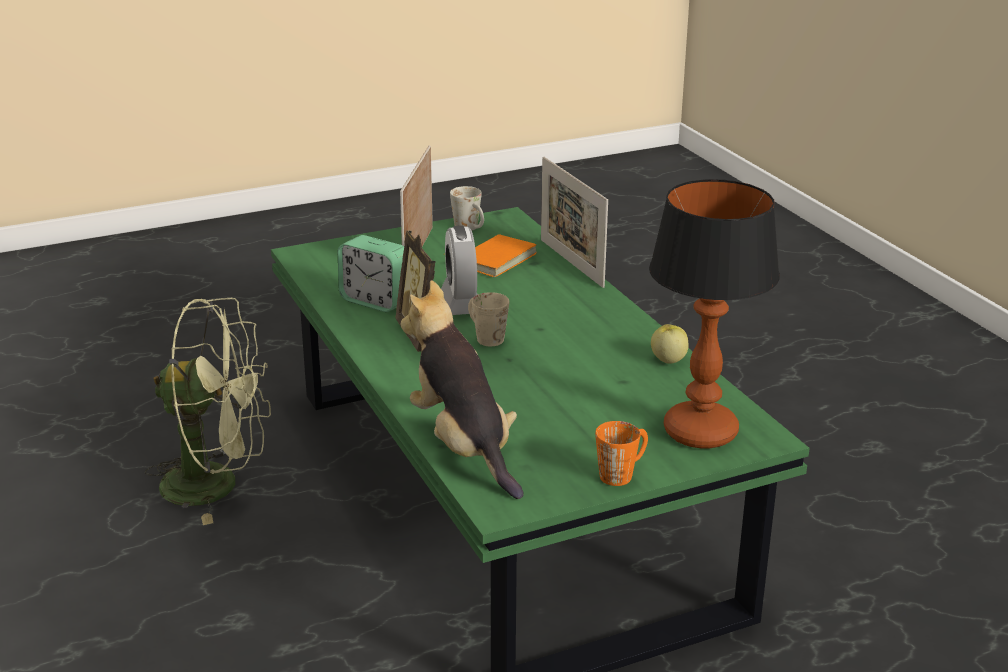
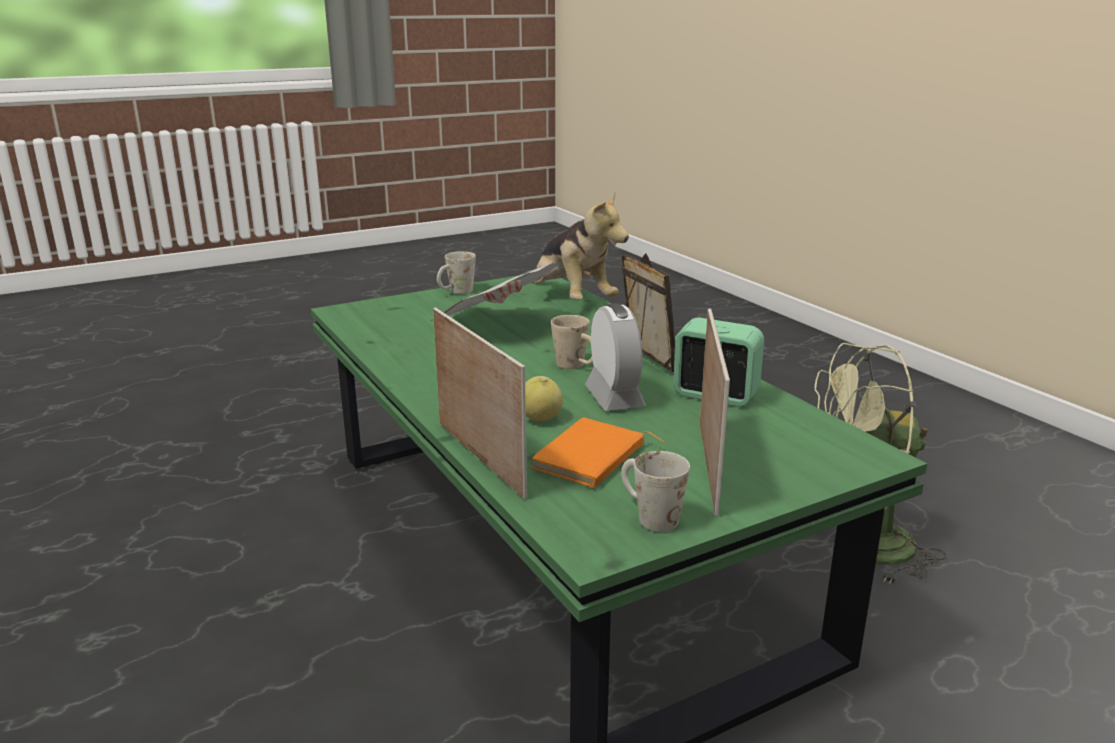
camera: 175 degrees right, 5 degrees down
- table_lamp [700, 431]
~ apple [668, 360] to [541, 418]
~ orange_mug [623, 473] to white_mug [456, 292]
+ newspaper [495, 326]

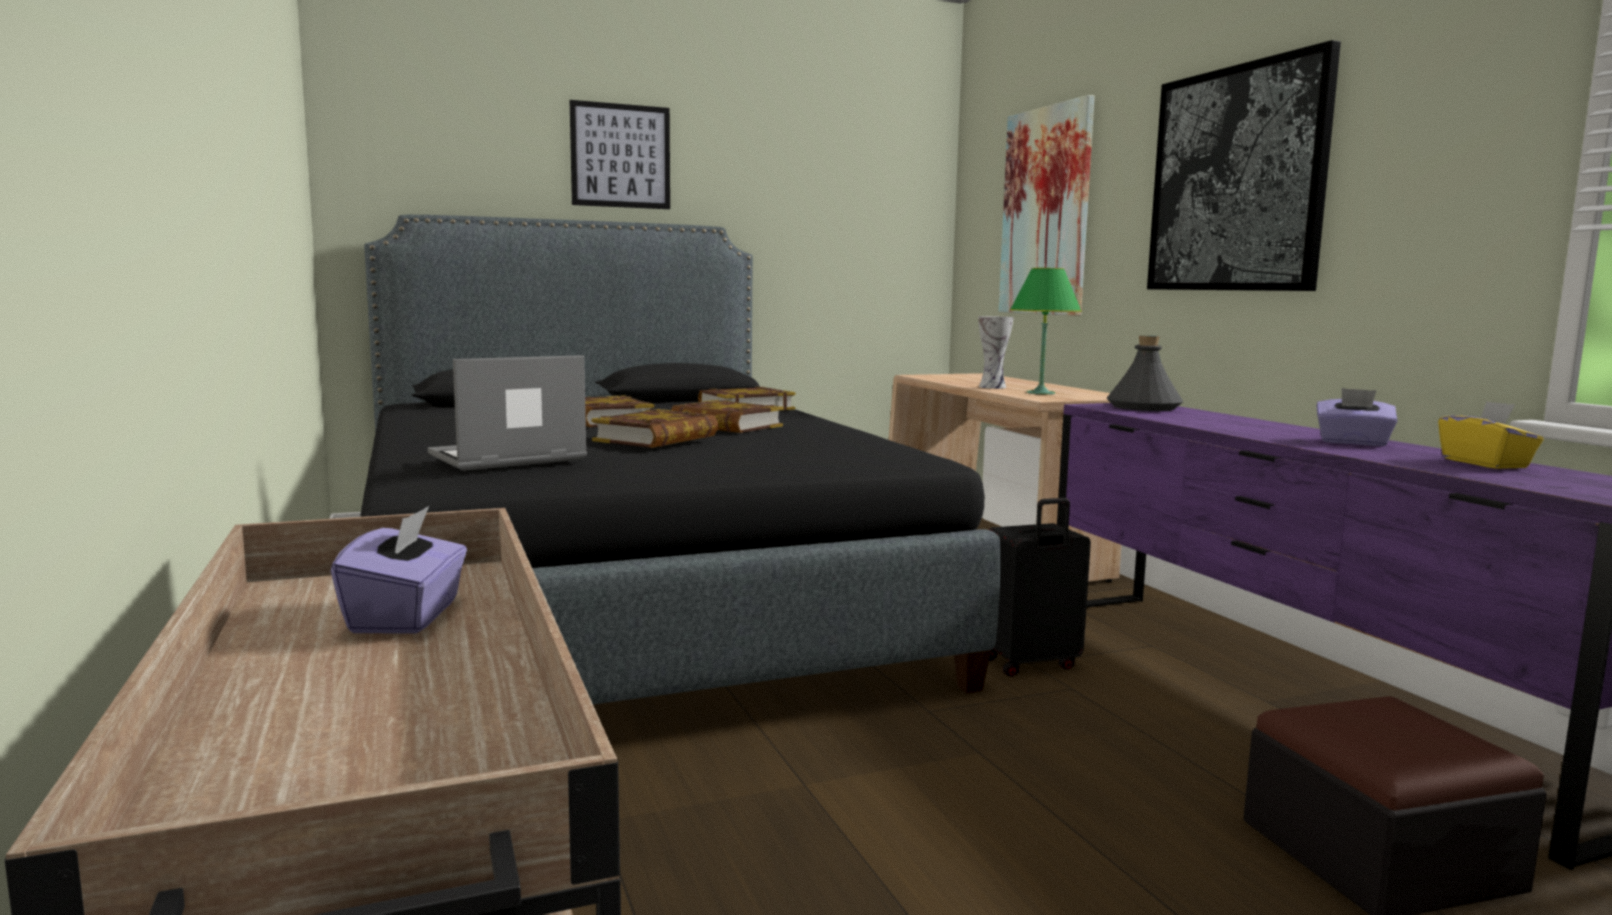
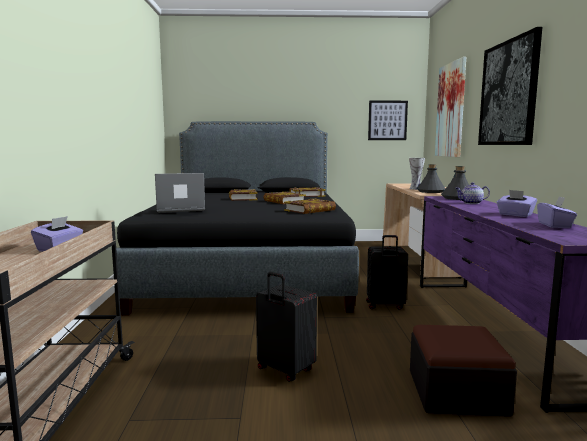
camera: 20 degrees right, 0 degrees up
~ picture [620, 156] to [387, 120]
~ green_table_lamp [1040, 393] to grey_bottle [431, 191]
~ yellow_tissue_box [1485, 463] to purple_tissue_box [555, 225]
~ book [657, 438] to [310, 210]
+ teapot [471, 203]
+ black_suitcase [284, 370]

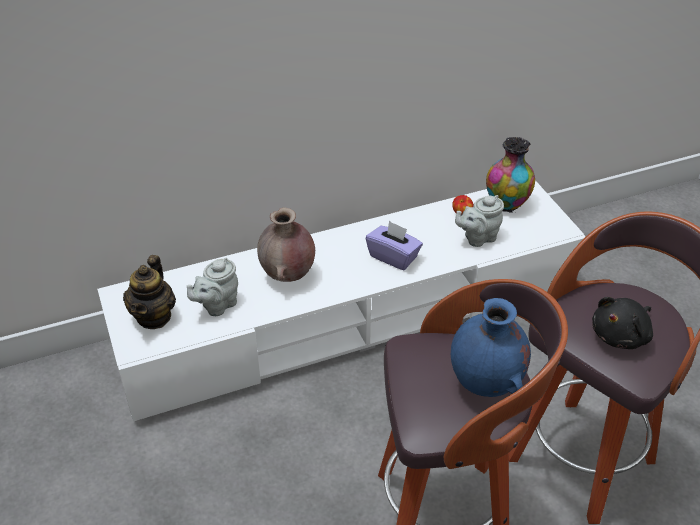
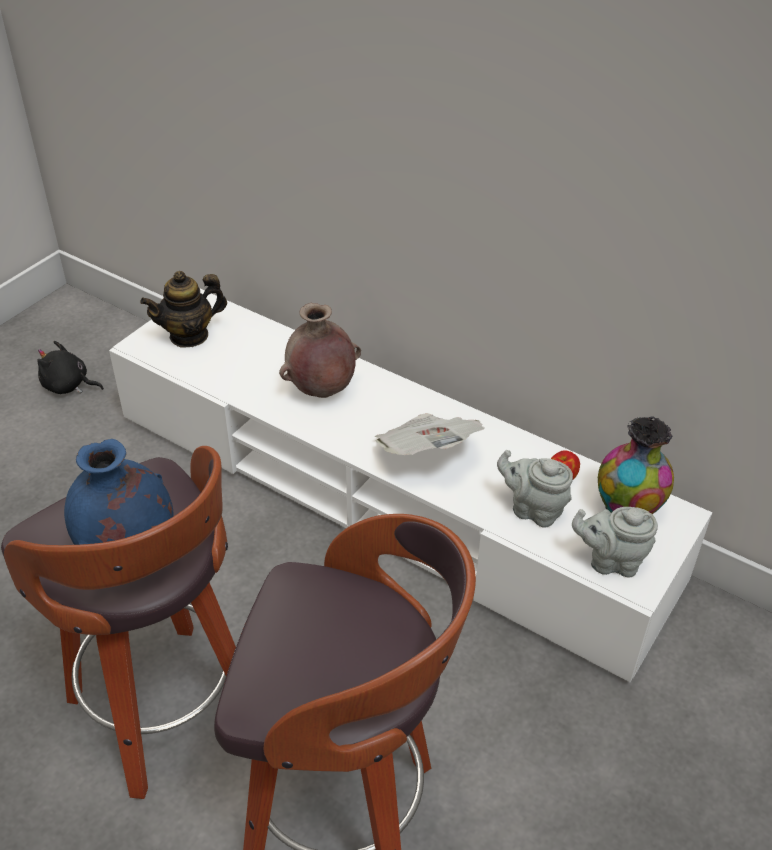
camera: 55 degrees right, 0 degrees up
~ purple_tissue_box [393, 257] to newspaper [427, 453]
~ grey_teapot [217, 305] to [610, 561]
~ black_plush_toy [621, 335] to [68, 386]

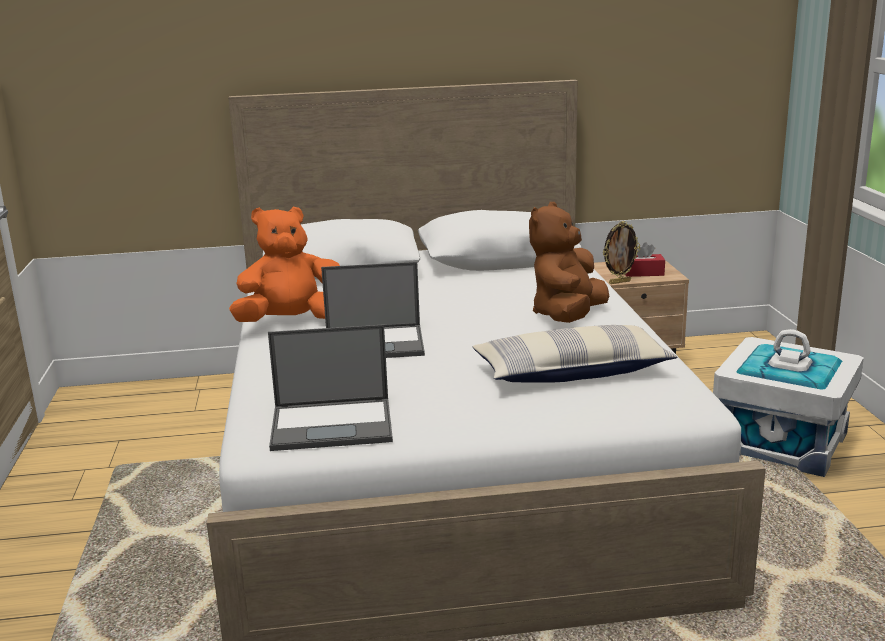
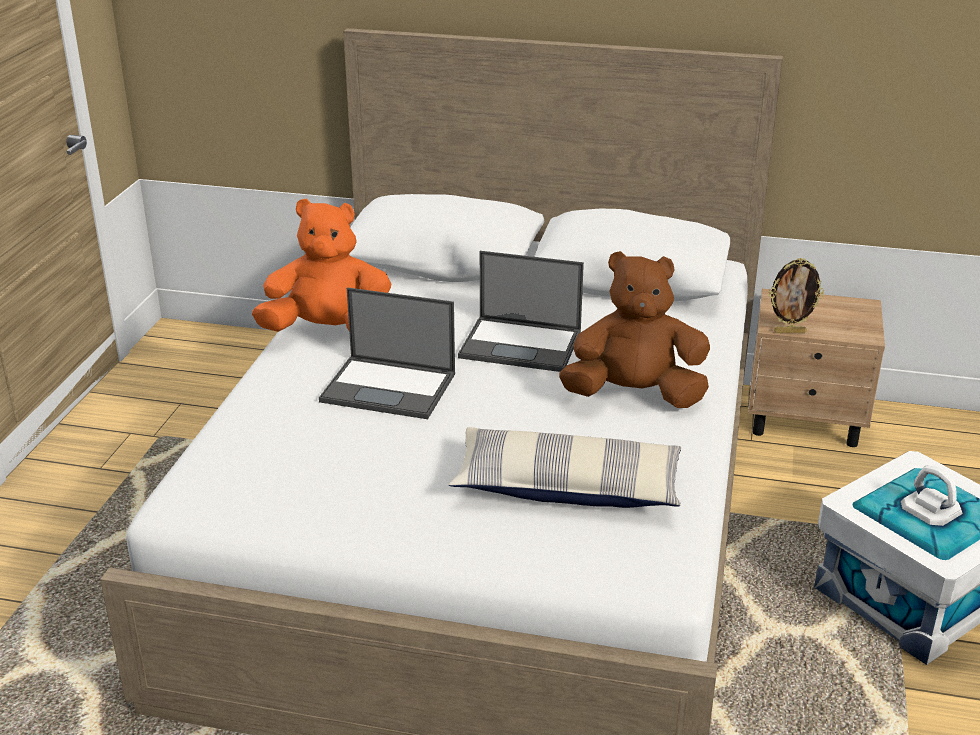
camera: 20 degrees right, 10 degrees up
~ brown_plush_toy [568, 316] = [634, 396] 45 degrees clockwise
- red_tissue_box [643, 273]
~ laptop [333, 424] to [522, 344]

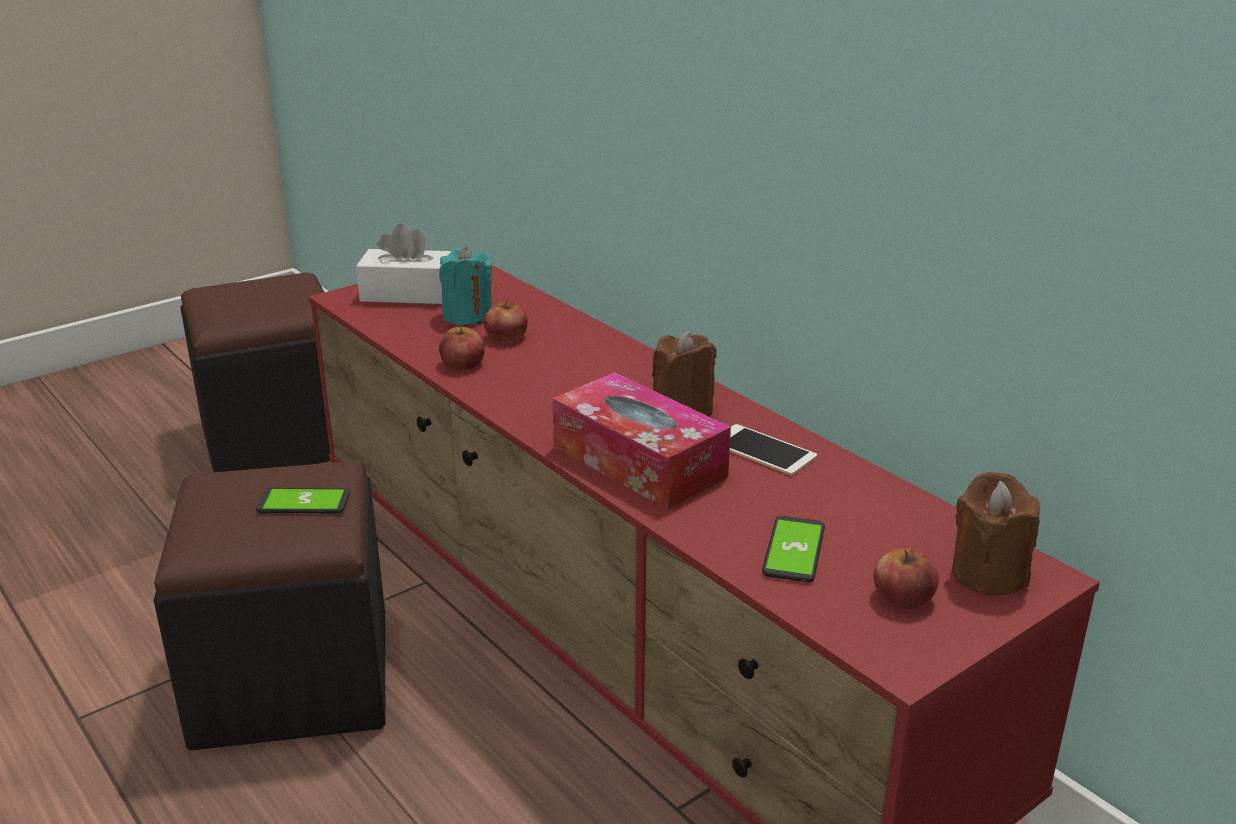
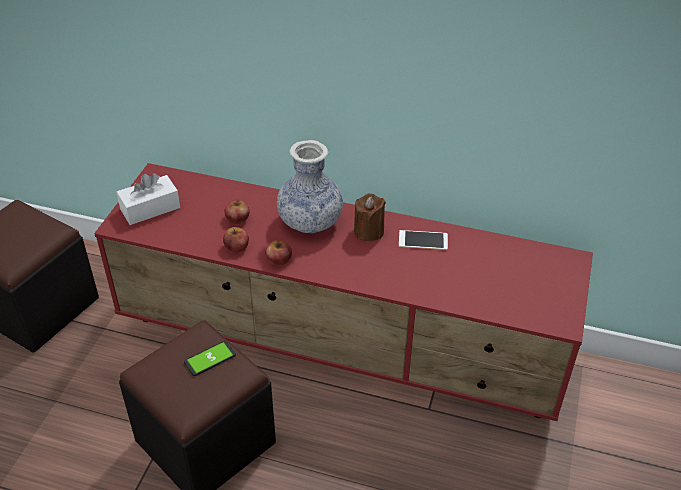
camera: 35 degrees left, 15 degrees up
- turquoise_candle [467, 316]
- tissue_box [639, 461]
- brown_candle [988, 574]
- phone [793, 550]
~ apple [903, 597] to [279, 259]
+ vase [310, 221]

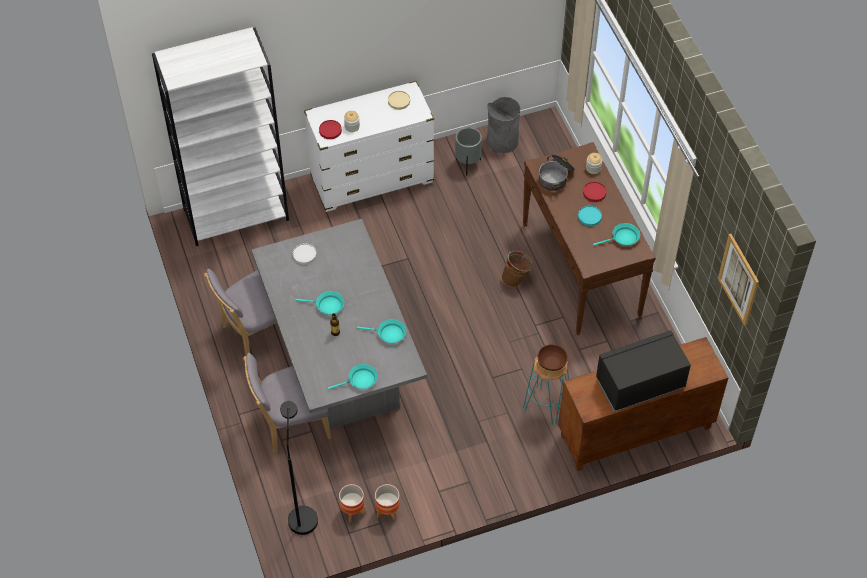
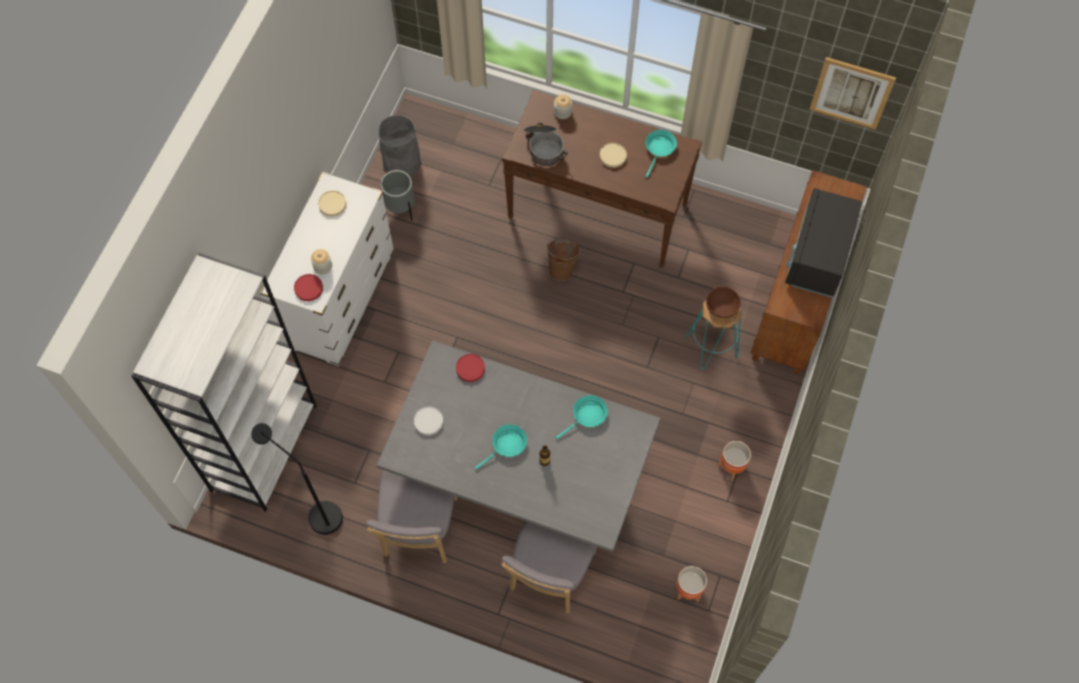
camera: 50 degrees left, 10 degrees up
~ red_plate [594, 193] to [470, 369]
~ turquoise_plate [589, 217] to beige_plate [612, 156]
- turquoise_frying_pan [360, 380]
~ black_floor_lamp [302, 513] to [317, 513]
~ planter [388, 511] to [732, 466]

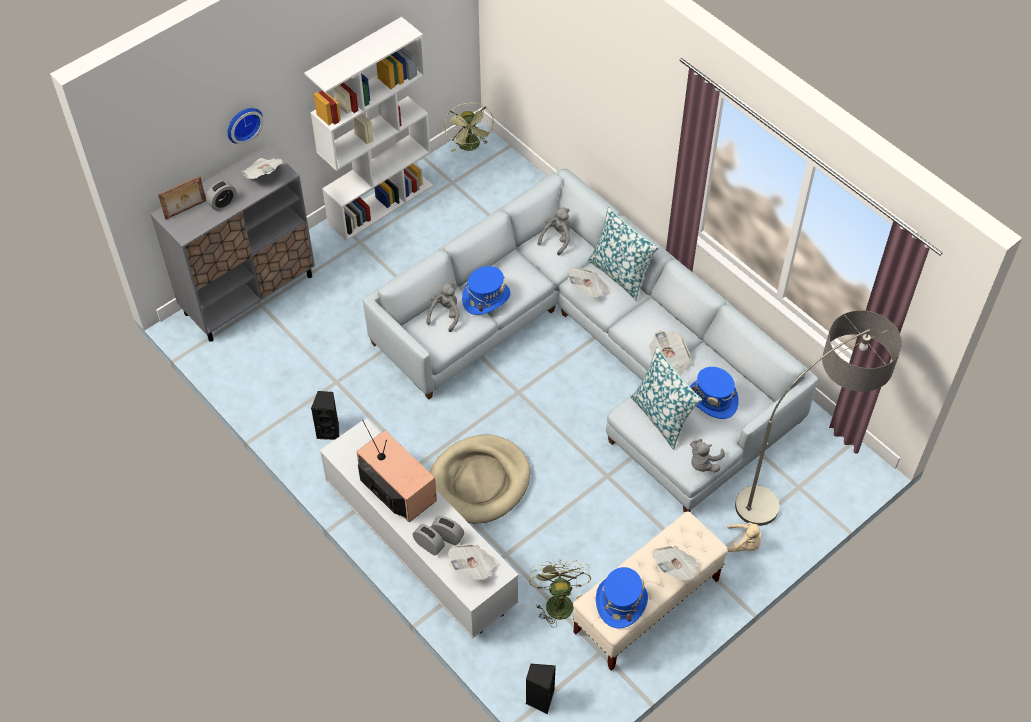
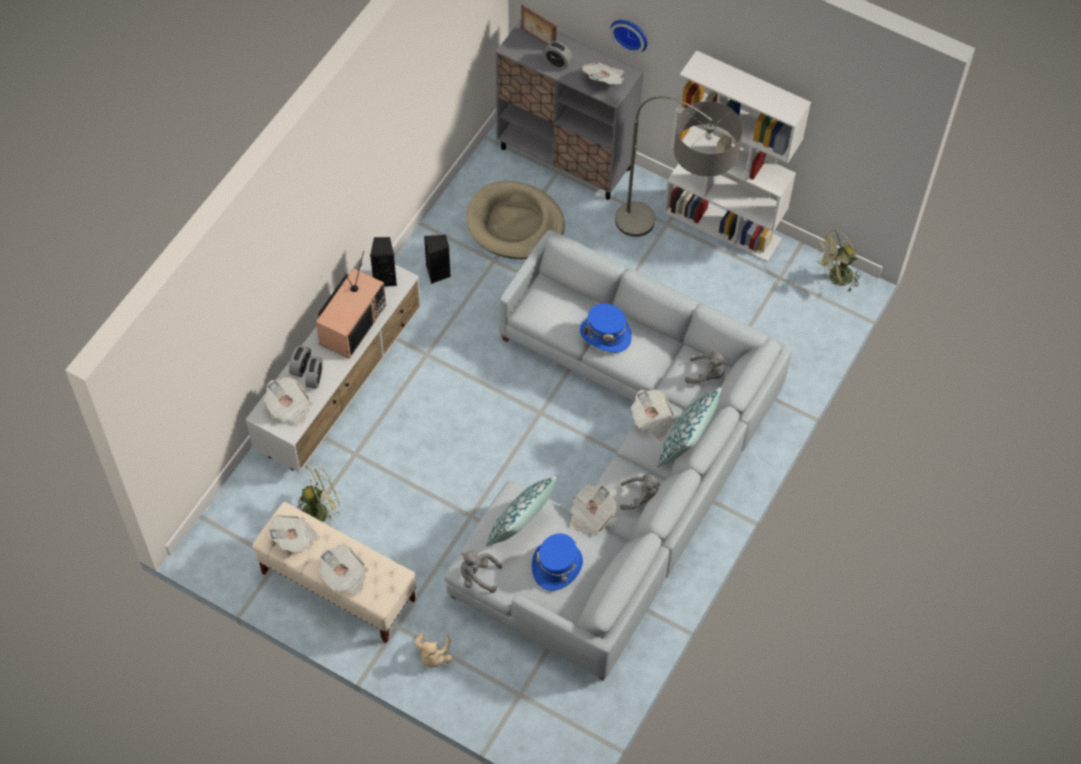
camera: 70 degrees right, 5 degrees up
~ grey_plush_toy [445, 315] to [641, 497]
~ floor_lamp [800, 485] to [671, 248]
~ beige_dog_bed [479, 481] to [515, 223]
~ blue_hat [621, 602] to newspaper [295, 539]
~ black_speaker [539, 699] to [385, 278]

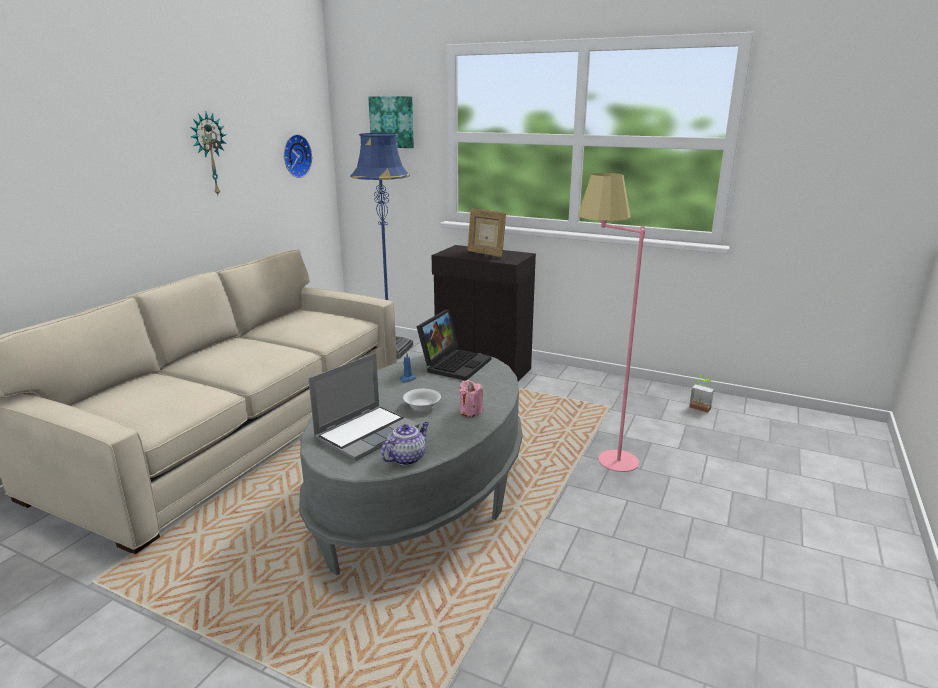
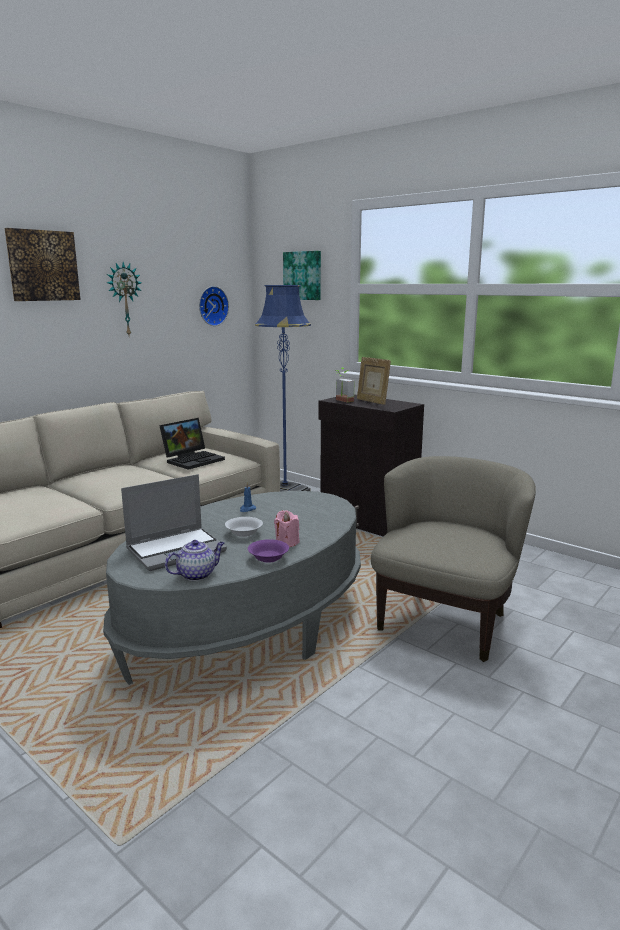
camera: 15 degrees right, 5 degrees down
~ pink_floor_lamp [600, 461] to beige_armchair [445, 621]
~ laptop [454, 364] to [193, 460]
~ potted_plant [698, 409] to [342, 401]
+ picture [42, 265]
+ purple_bowl [268, 558]

